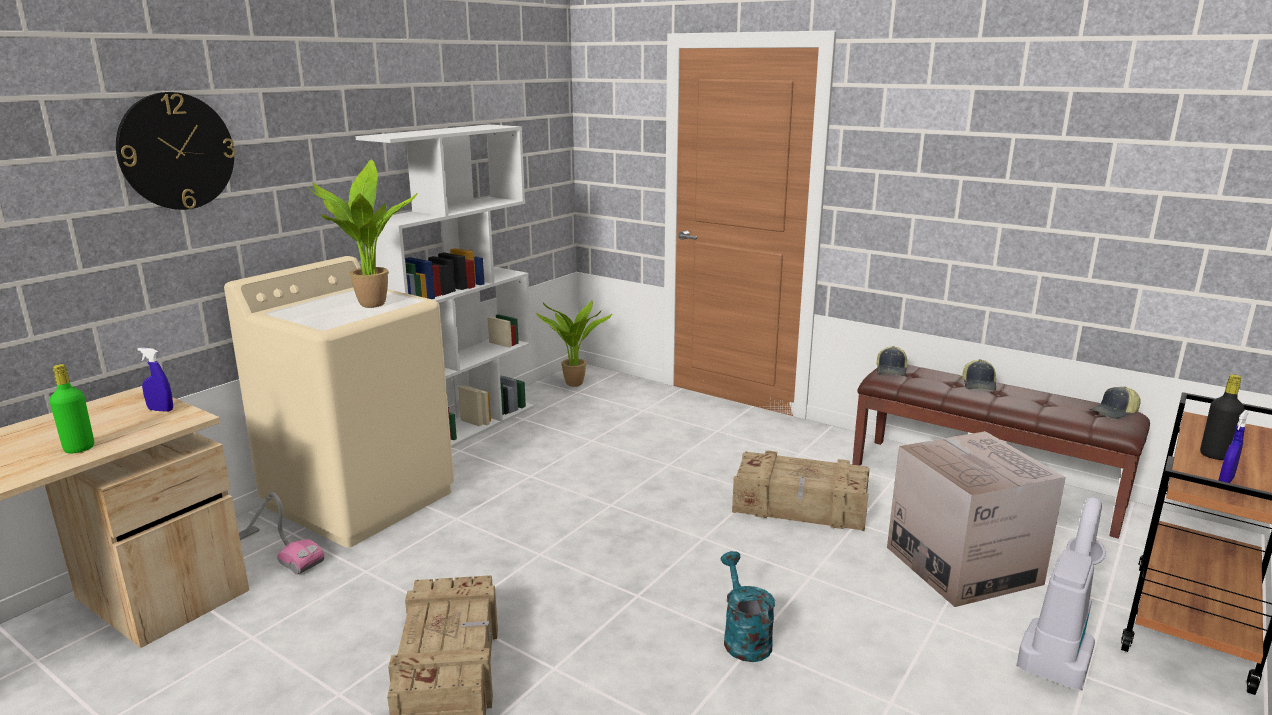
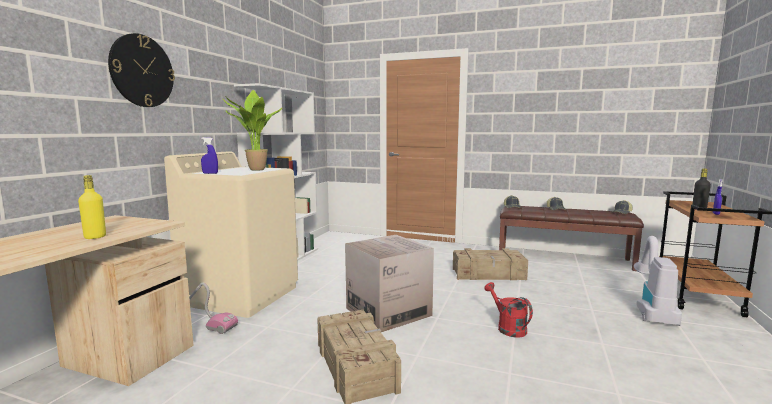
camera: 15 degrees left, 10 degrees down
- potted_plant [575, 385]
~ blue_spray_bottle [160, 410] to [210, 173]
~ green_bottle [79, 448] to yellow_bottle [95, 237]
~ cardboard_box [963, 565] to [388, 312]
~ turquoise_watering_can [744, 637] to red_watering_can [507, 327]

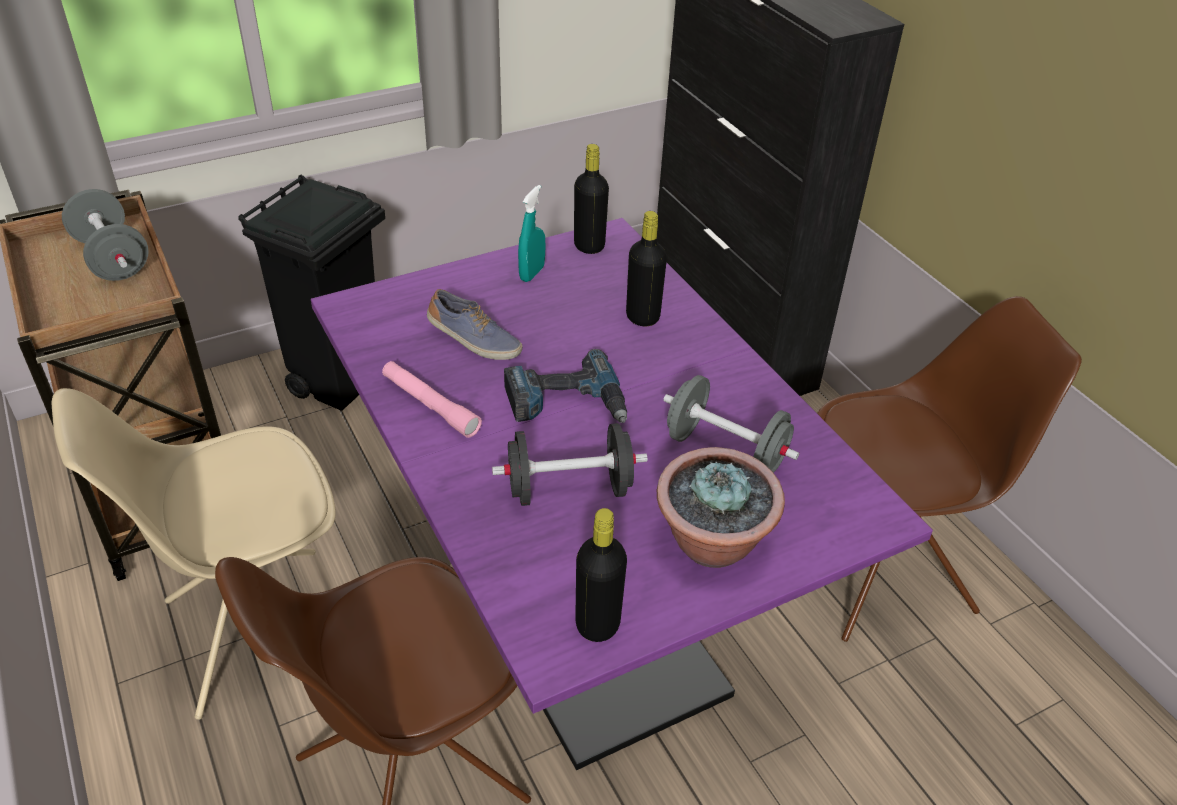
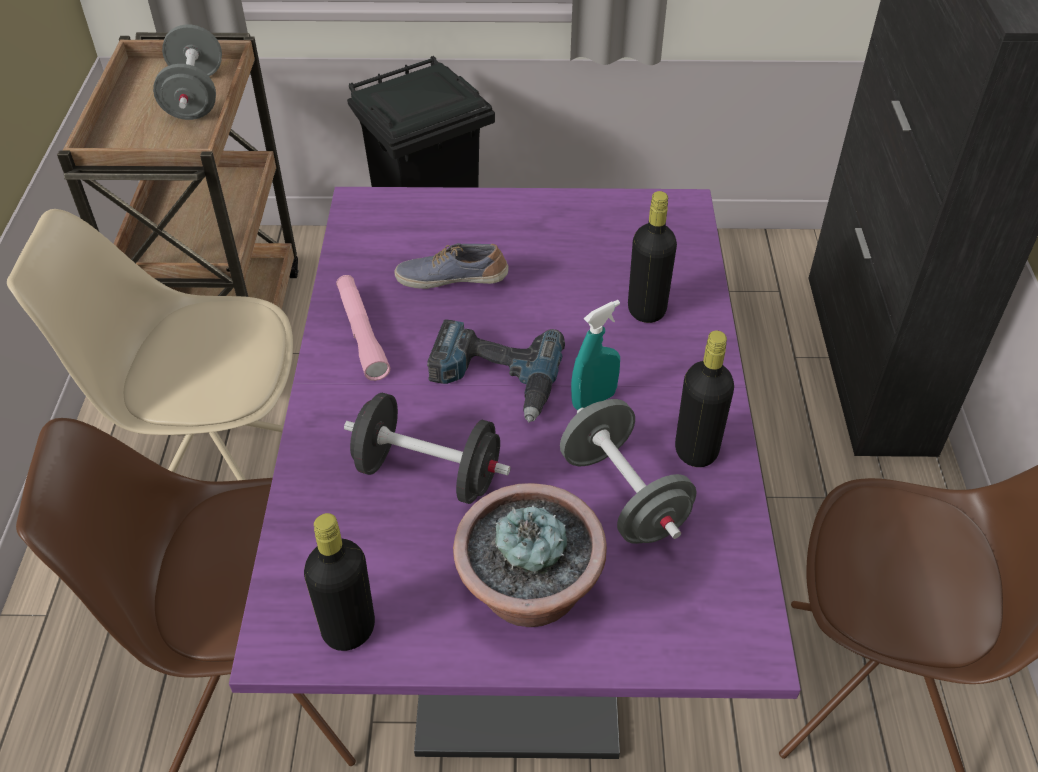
camera: 30 degrees right, 5 degrees up
~ black_bottle [589, 246] to [696, 451]
~ turquoise_spray_bottle [532, 273] to [594, 400]
~ shoe [473, 341] = [452, 280] 135 degrees clockwise

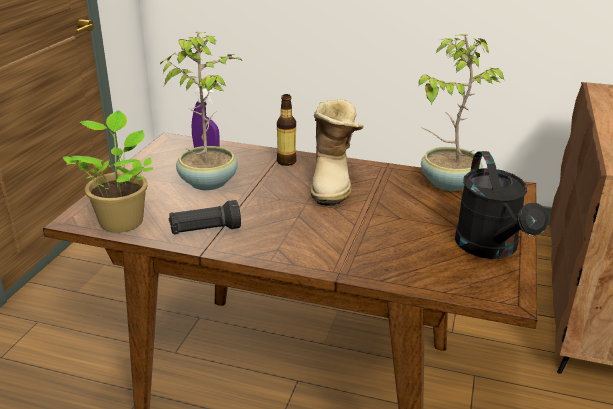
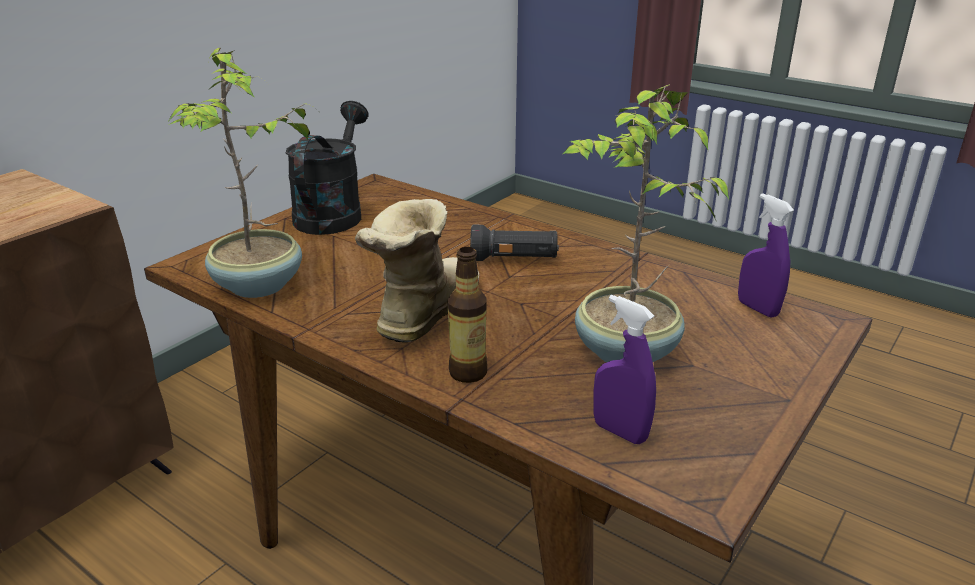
camera: 160 degrees left, 0 degrees up
~ potted_plant [122, 220] to purple_spray_bottle [757, 308]
~ black_flashlight [205, 230] to [514, 259]

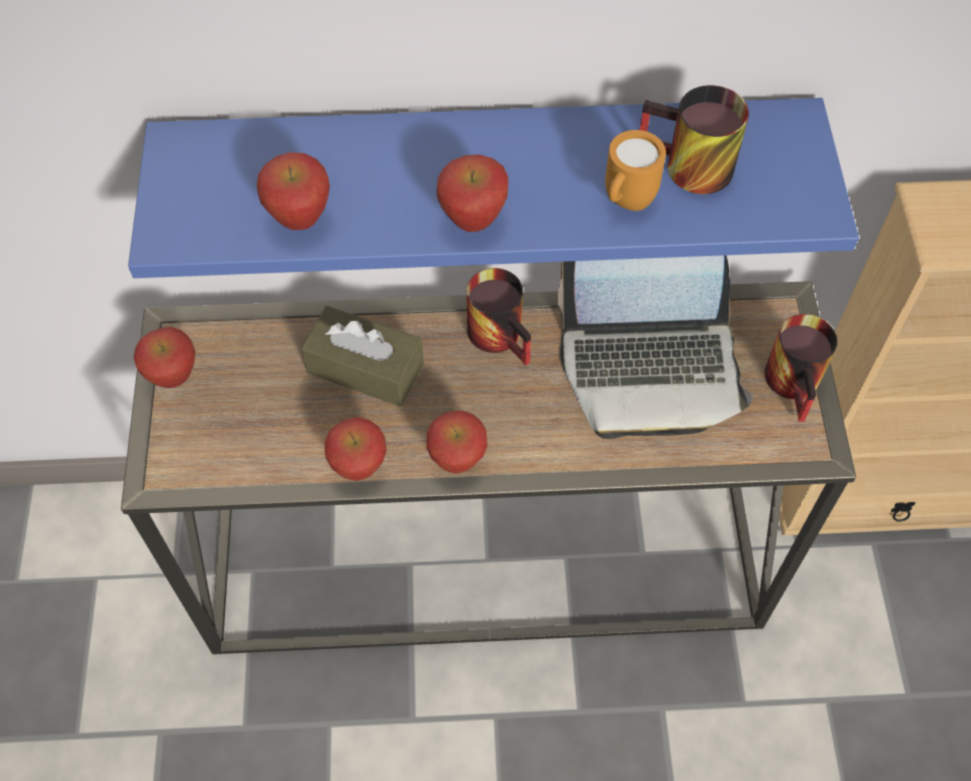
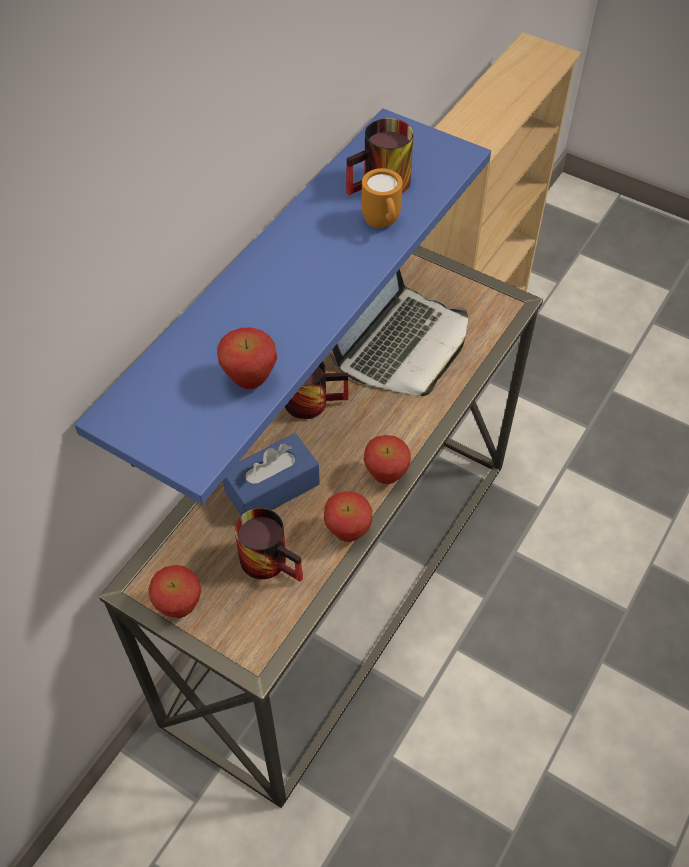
camera: 55 degrees left, 5 degrees down
- apple [473, 221]
~ brown_tissue_box [365, 368] to blue_tissue_box [272, 487]
~ mug [799, 384] to [273, 559]

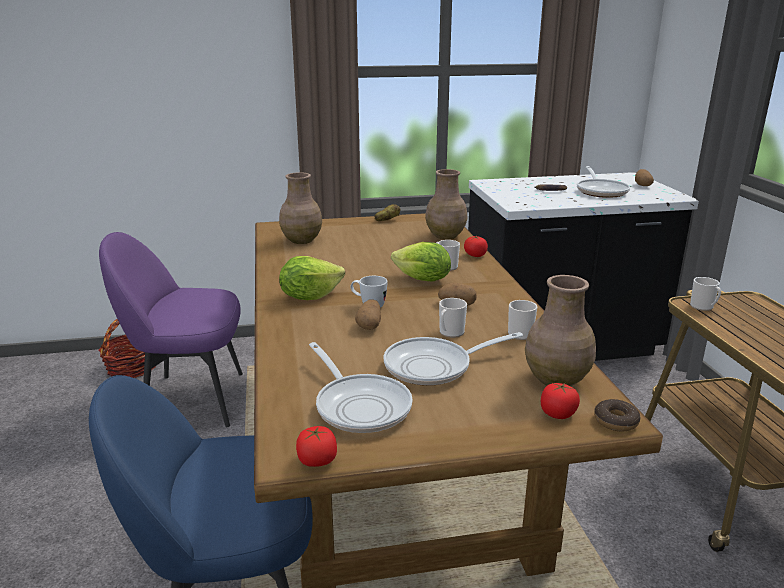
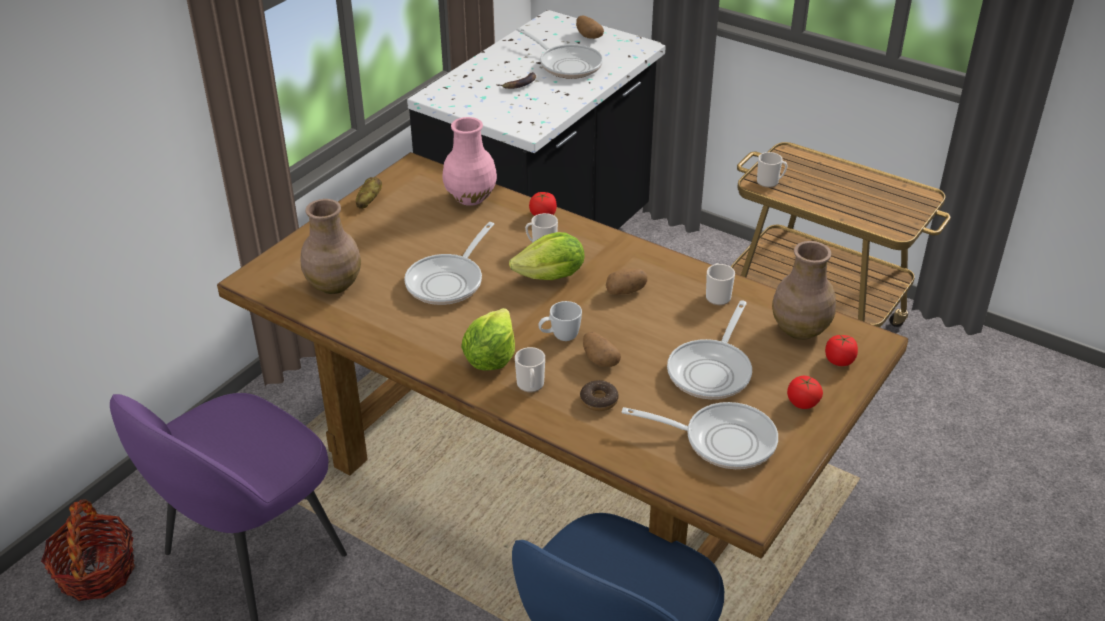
camera: 45 degrees left, 15 degrees up
~ brown_vase [446, 236] to pink_vase [471, 198]
~ mug [450, 333] to [530, 385]
~ donut [616, 421] to [599, 400]
~ tomato [317, 461] to [802, 402]
+ frying_pan [448, 281]

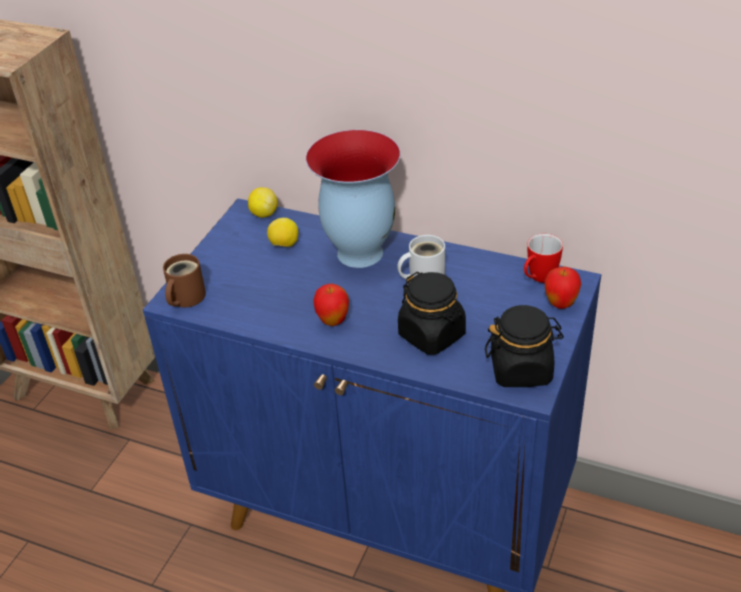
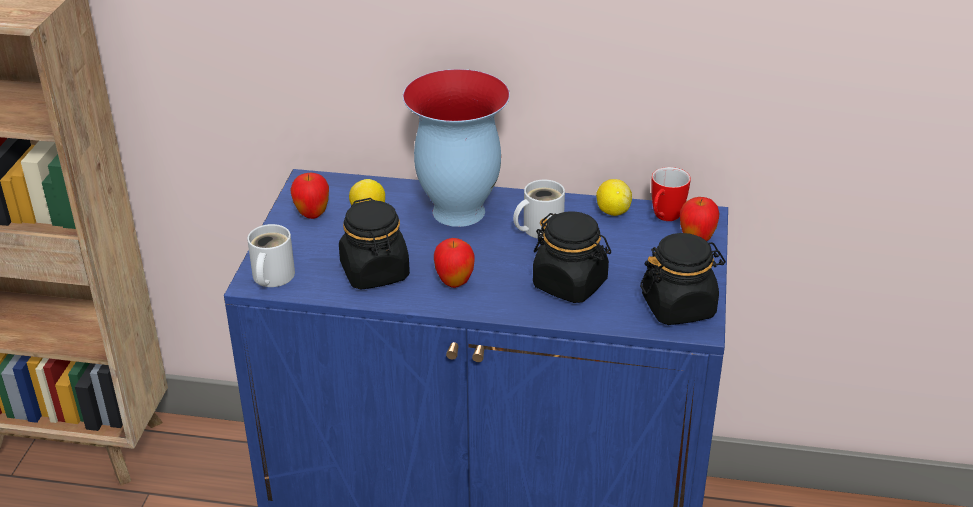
camera: 15 degrees left, 5 degrees down
~ lemon [264, 214] to [613, 211]
~ brown_mug [184, 298] to white_mug [270, 277]
+ apple [312, 214]
+ black_jar [375, 272]

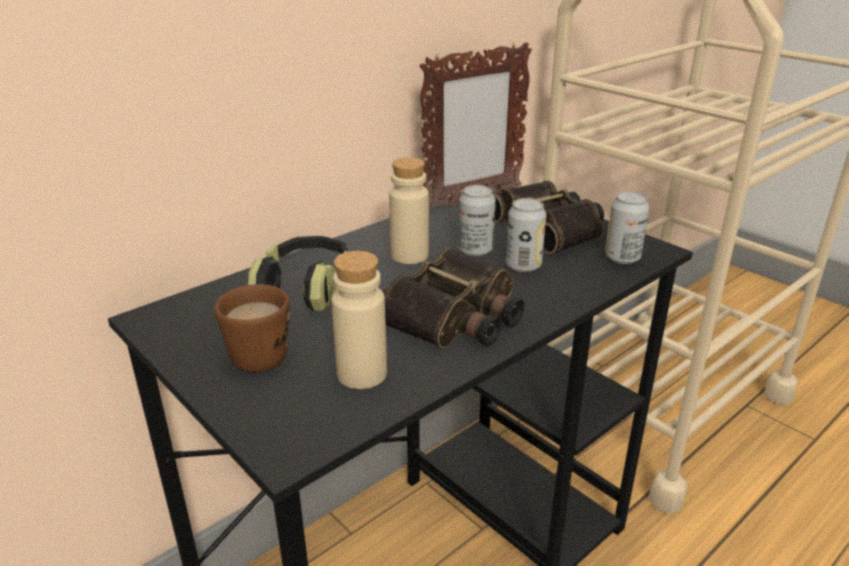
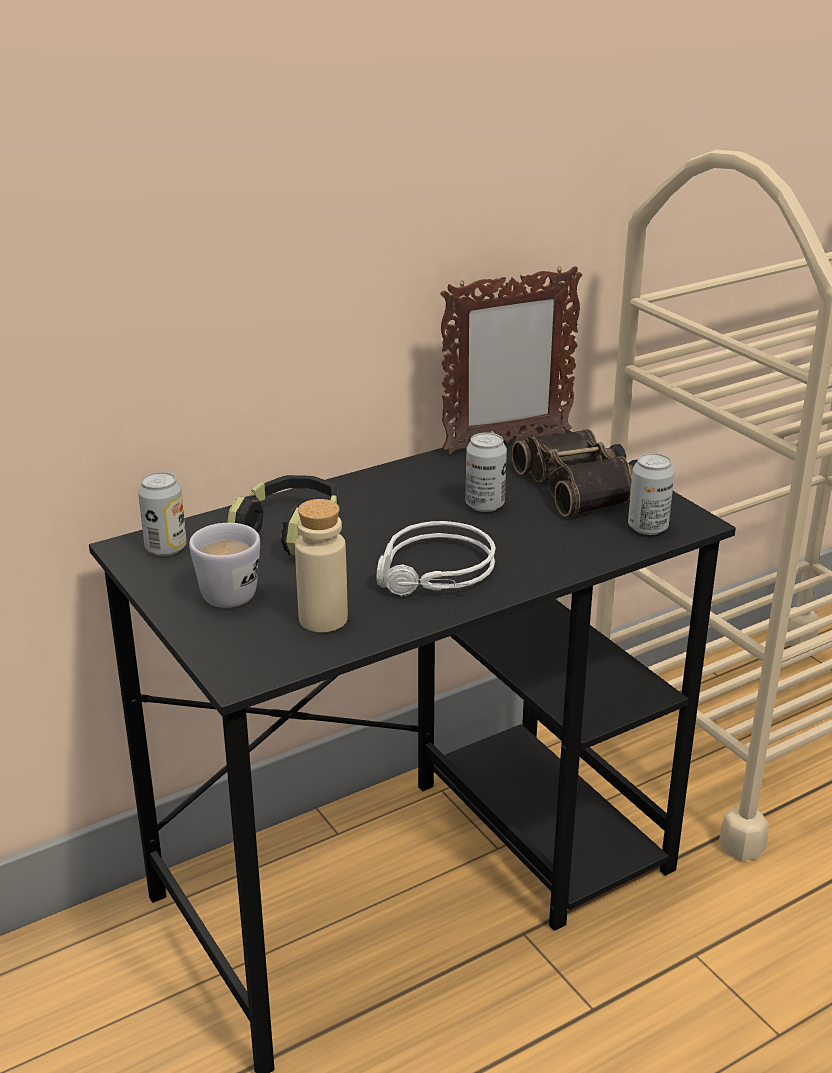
camera: 10 degrees right, 0 degrees up
- beige_bottle [409, 255]
~ can [523, 266] to [166, 548]
~ binoculars [455, 316] to grey_headphones [434, 573]
~ brown_mug [258, 352] to white_mug [229, 589]

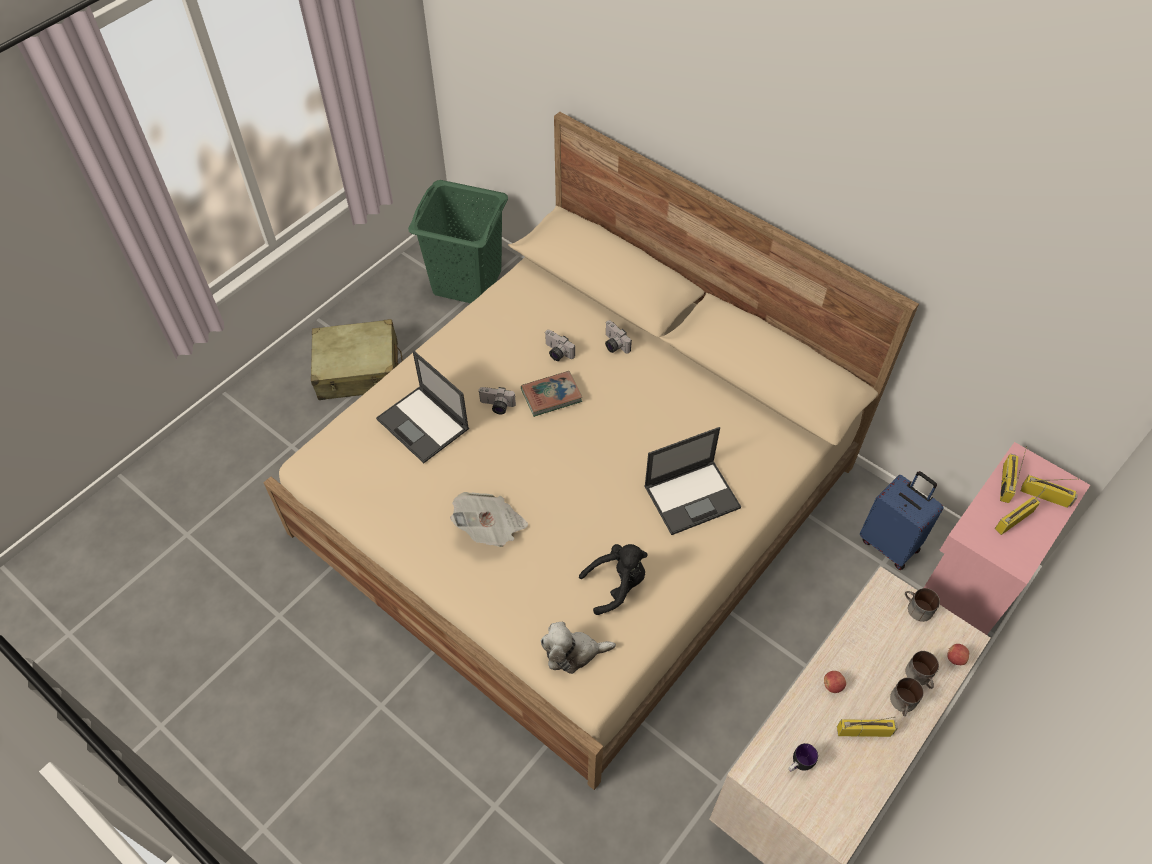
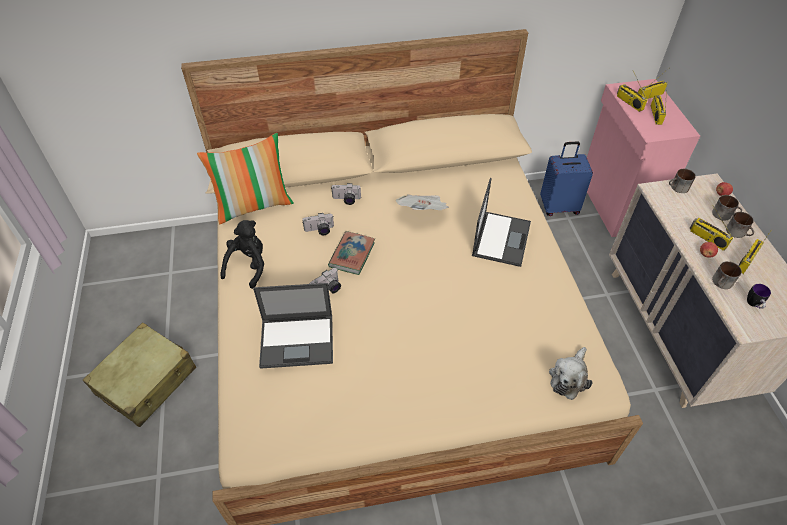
camera: 50 degrees left, 5 degrees down
- green_laundry_basket [467, 282]
~ newspaper [491, 528] to [423, 212]
~ black_plush_toy [617, 585] to [248, 266]
+ pillow [254, 205]
+ radio [707, 238]
+ mug [721, 283]

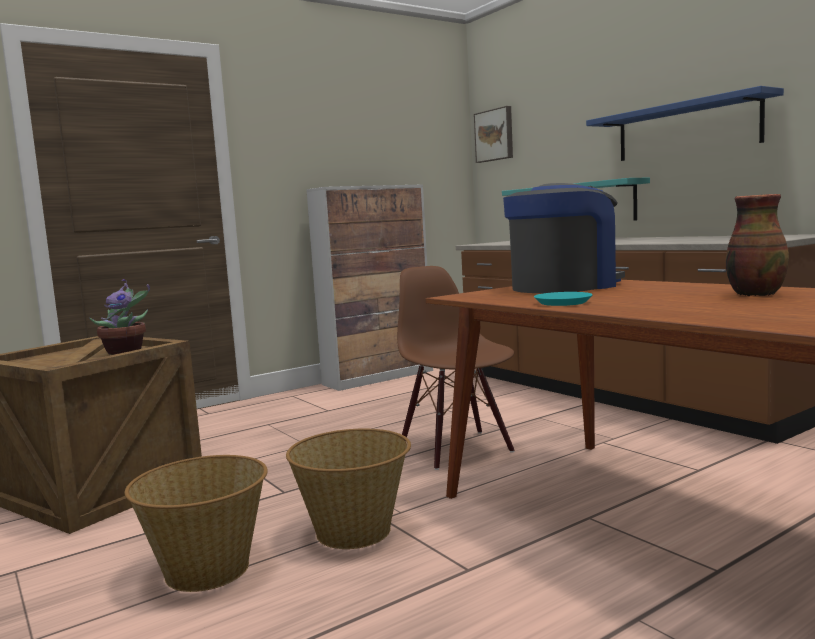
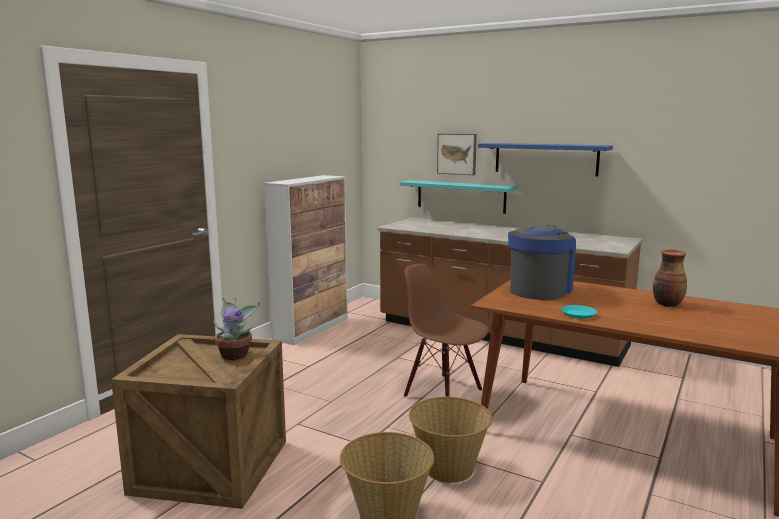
camera: 25 degrees left, 5 degrees up
~ picture [495, 135] to [457, 154]

